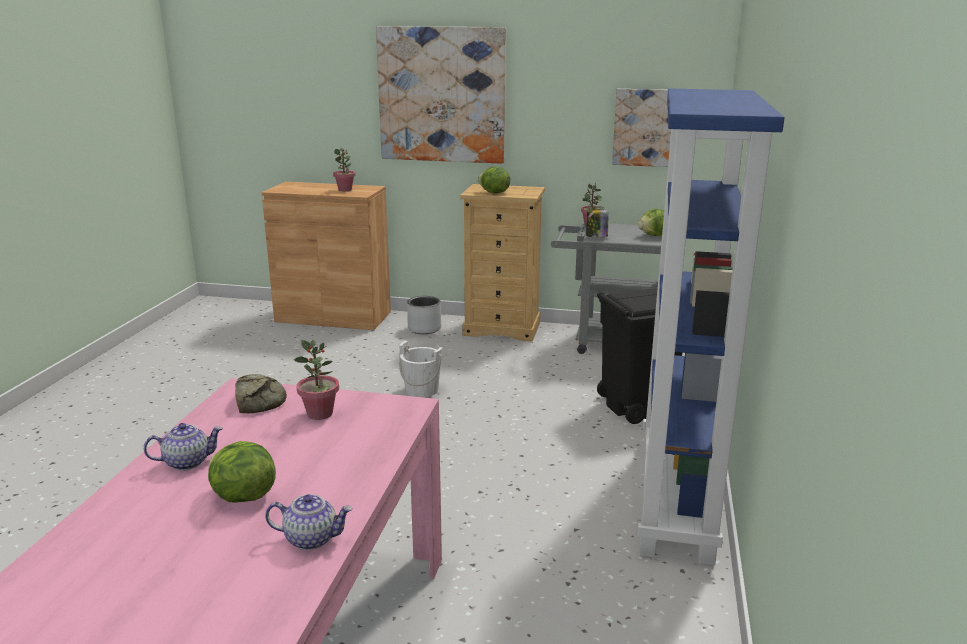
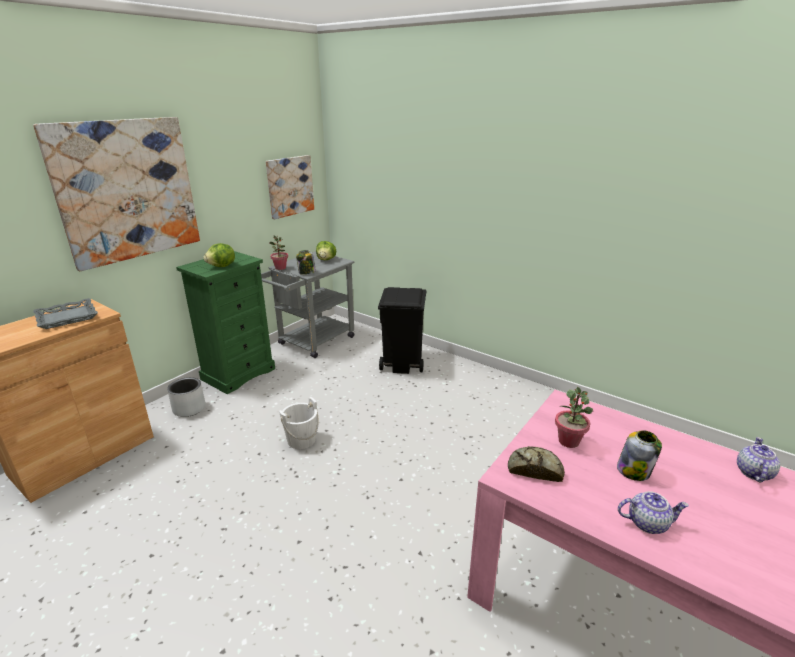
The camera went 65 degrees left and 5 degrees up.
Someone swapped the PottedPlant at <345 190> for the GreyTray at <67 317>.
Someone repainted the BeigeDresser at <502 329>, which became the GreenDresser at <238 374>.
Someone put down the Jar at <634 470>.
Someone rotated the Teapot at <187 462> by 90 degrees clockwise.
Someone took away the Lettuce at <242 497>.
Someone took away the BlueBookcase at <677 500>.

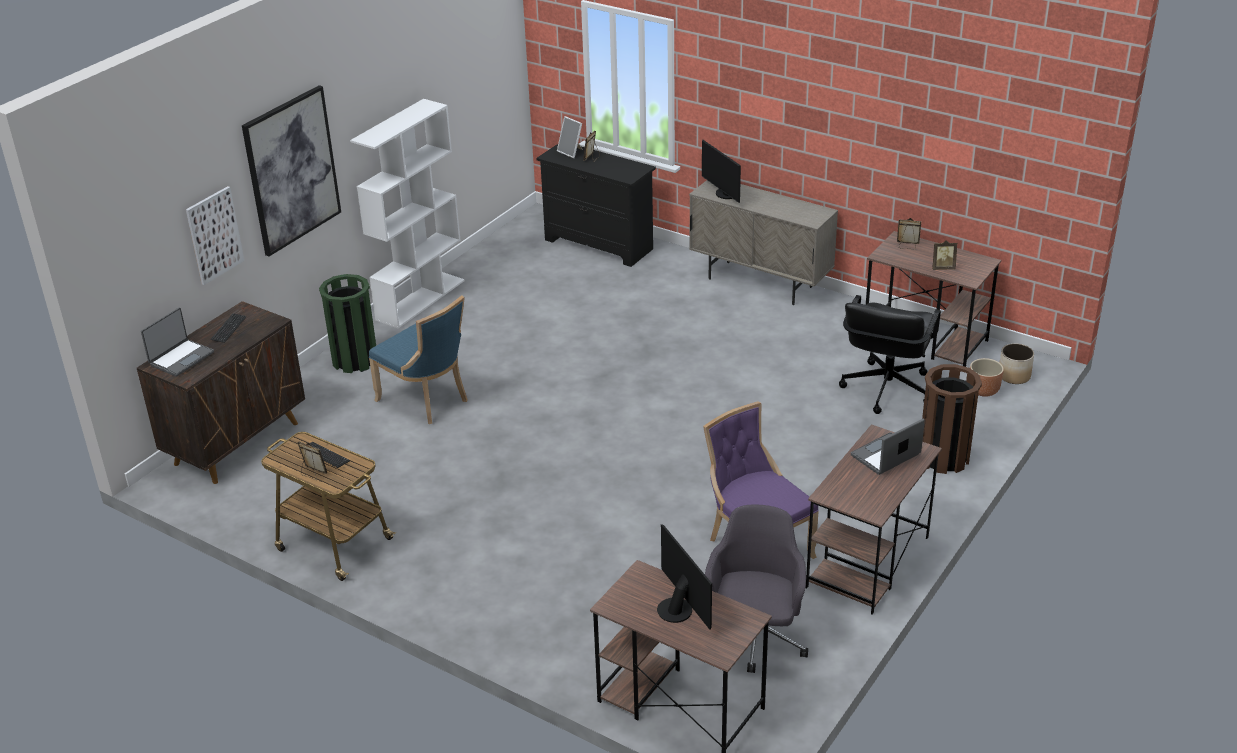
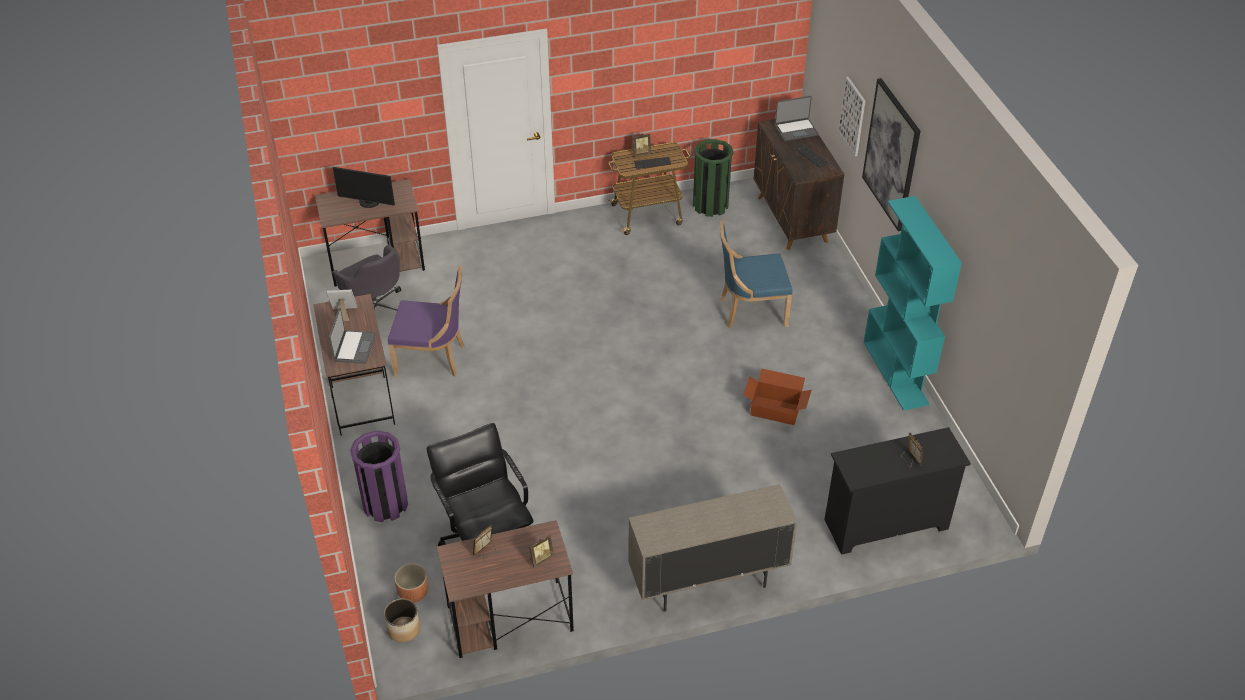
The camera went 130 degrees right and 10 degrees up.
Someone carried the PictureFrame from <571 152> to <344 313>.
Someone repainted the BrownTrashCan at <943 458>, which became the PurpleTrashCan at <385 504>.
Someone carried the GreenTrashCan from <355 360> to <710 205>.
Someone put down the CardboardBox at <775 411>.
Someone rotated the Laptop at <181 358> by 90 degrees counterclockwise.
Someone repainted the WhiteBookcase at <420 299>, which became the TurquoiseBookcase at <896 373>.
Someone took away the Monitor at <725 194>.

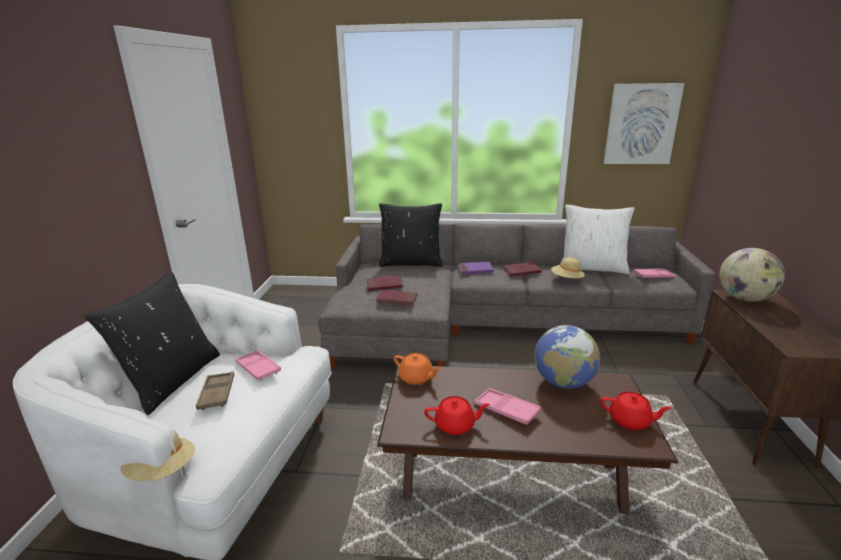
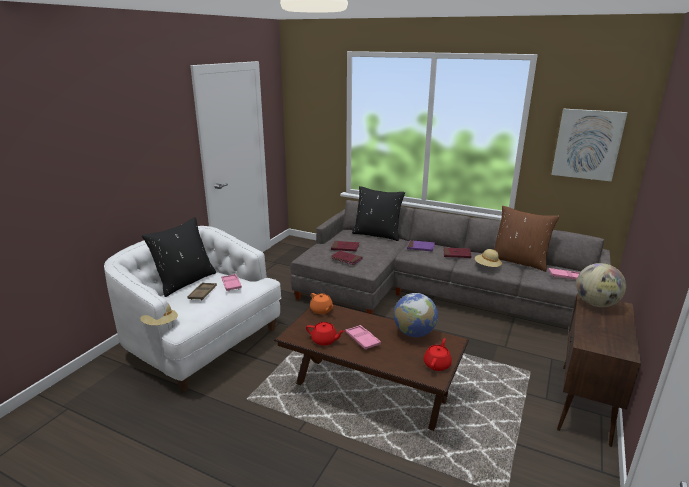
The camera went 20 degrees right and 0 degrees up.
Someone rotated the RedTeapot at <630 421> by 105 degrees counterclockwise.
Someone repainted the WhitePillow at <592 268>, which became the BrownPillow at <519 261>.

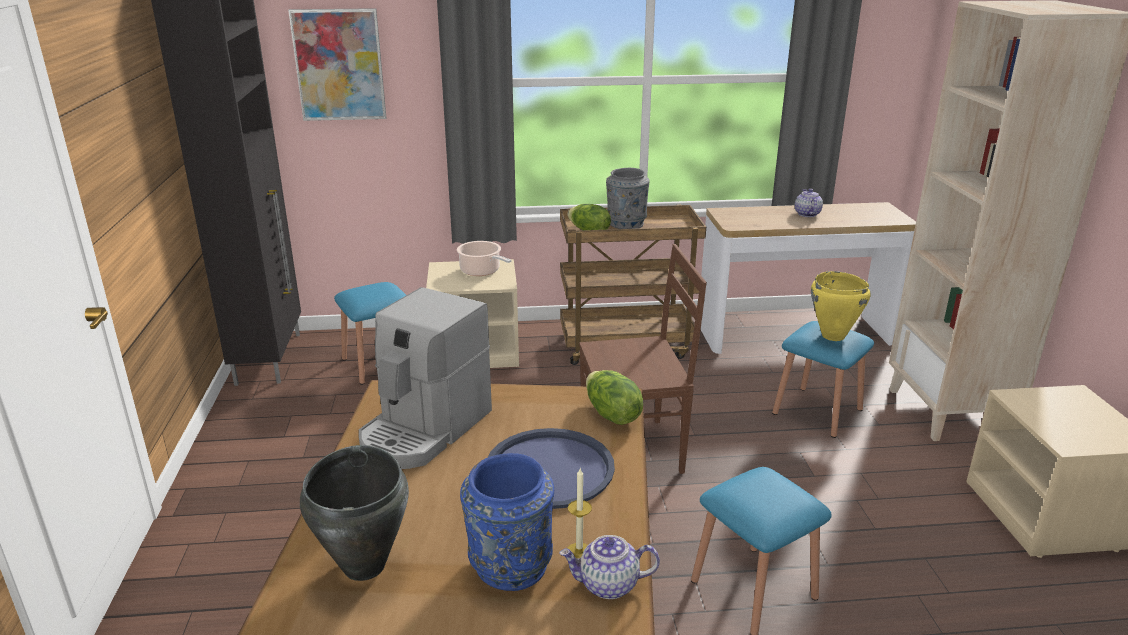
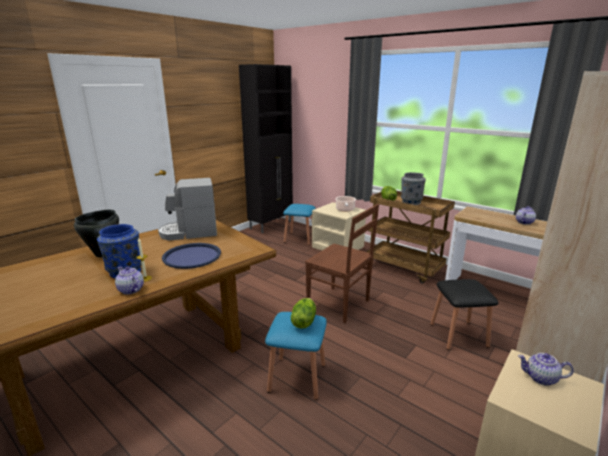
The camera went 45 degrees right and 5 degrees down.
Someone carried the Lettuce from <611 414> to <303 322>.
Someone repainted the BlueStool at <817 411>, which became the BlackStool at <458 335>.
Someone put down the Teapot at <540 378>.
Someone took away the Picture at <339 65>.
Someone took away the YellowCookingPot at <833 336>.

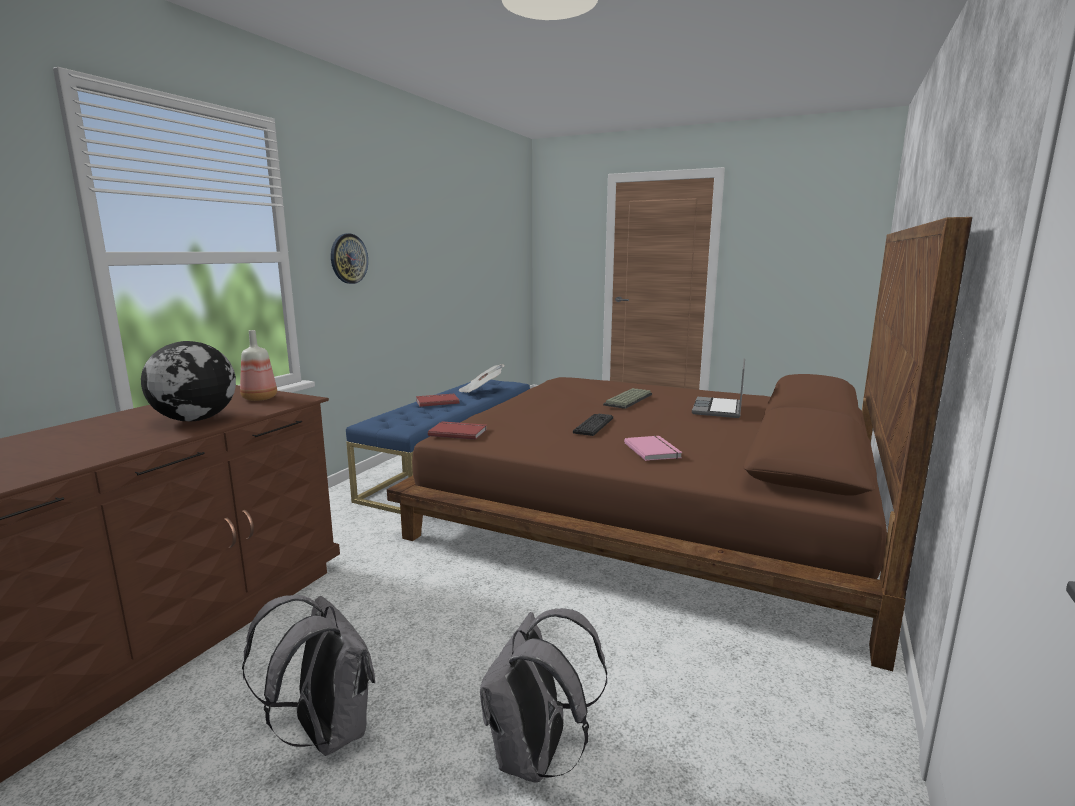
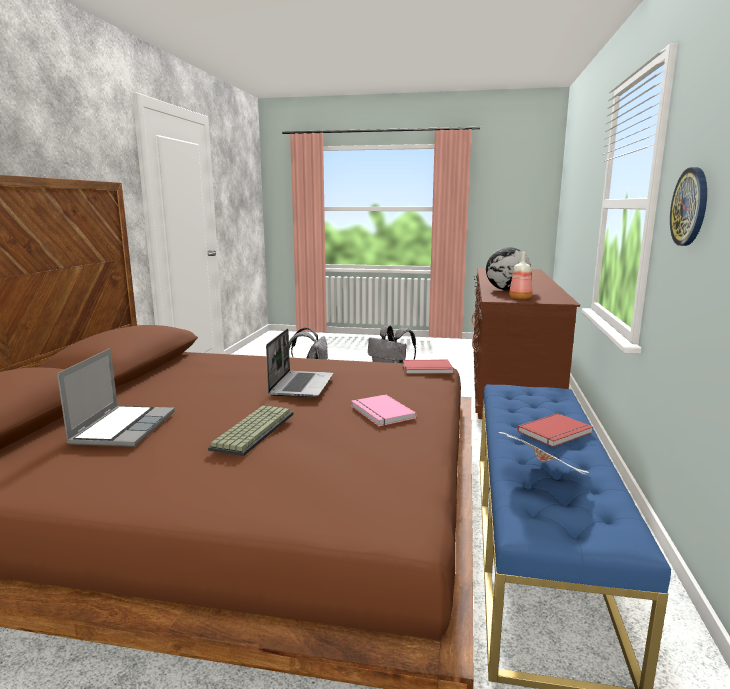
The camera went 165 degrees right and 0 degrees up.
Someone swapped the Keyboard at <593 425> for the Laptop at <301 385>.
Someone carried the PinkBook from <653 450> to <381 413>.

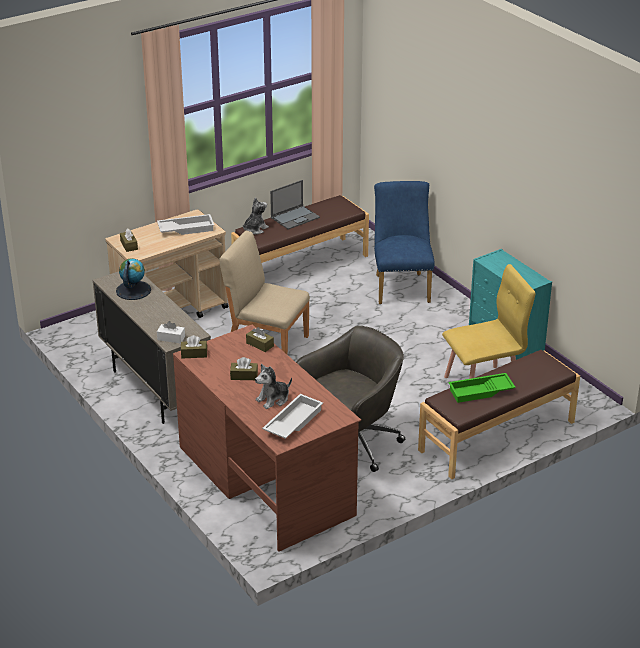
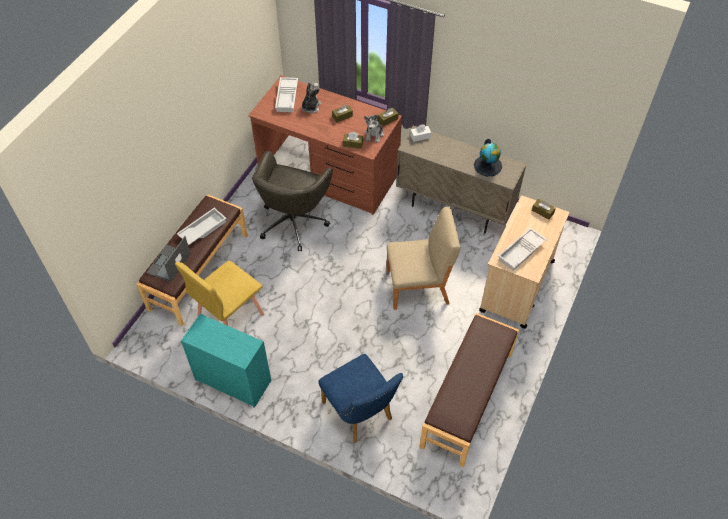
The camera went 150 degrees right and 20 degrees up.
Someone carried the Laptop from <295 217> to <168 264>.
Someone repainted the GreenTray at <481 392>, which became the WhiteTray at <202 229>.
Someone carried the PlushToy from <255 229> to <374 134>.

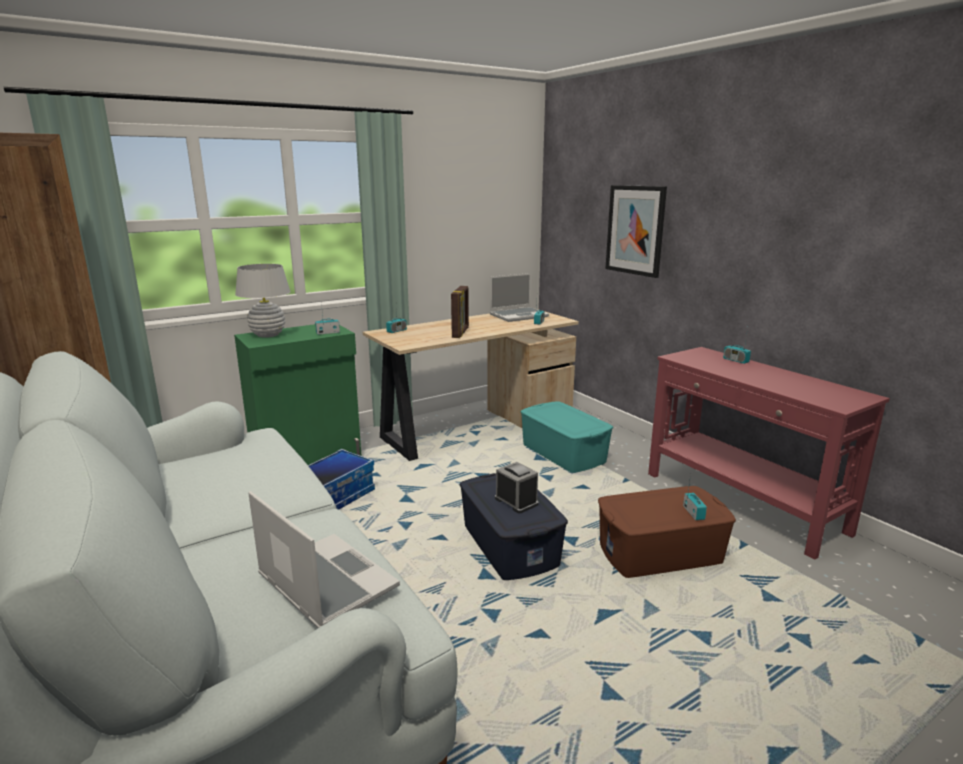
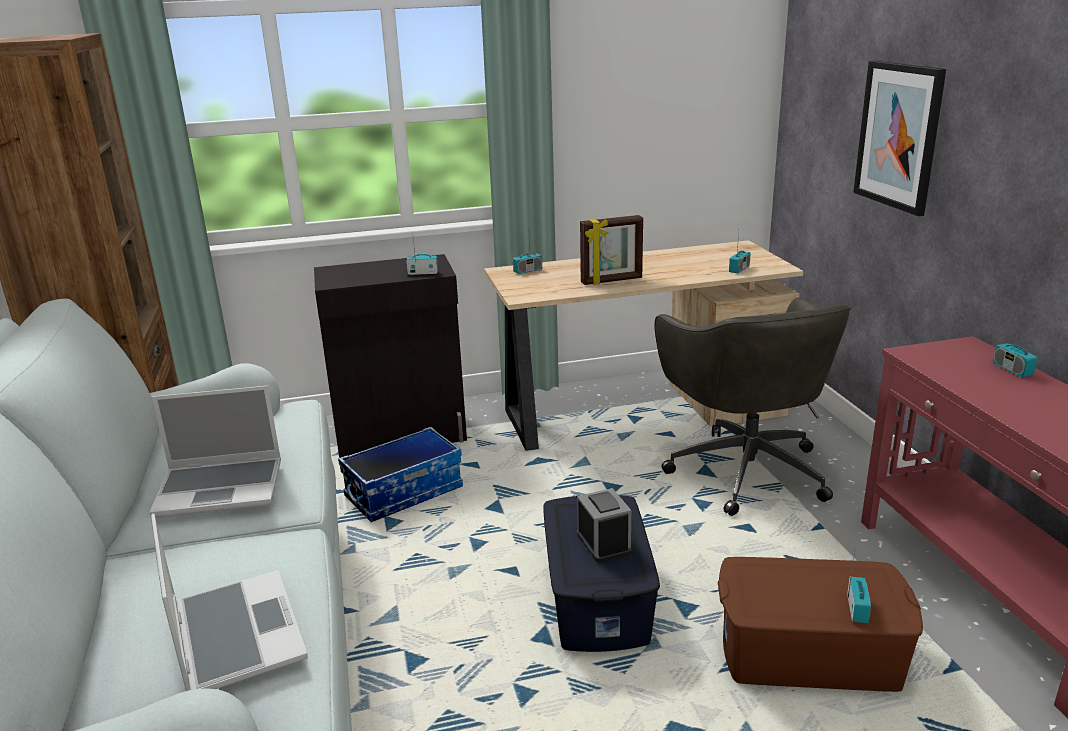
The camera went 20 degrees right and 5 degrees up.
Someone carried the Laptop from <519 315> to <222 488>.
Someone repainted the GreenCabinet at <308 463>, which became the BlackCabinet at <402 436>.
Someone rotated the PictureFrame at <461 333> by 45 degrees clockwise.
Someone swapped the TurquoiseStorageBox at <563 453> for the GreyOfficeChair at <745 469>.
Someone took away the WhiteTableLamp at <268 335>.

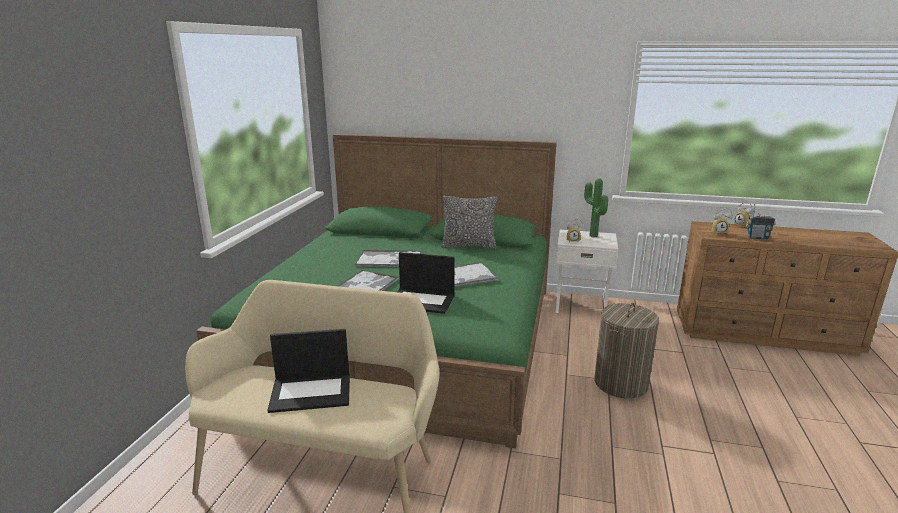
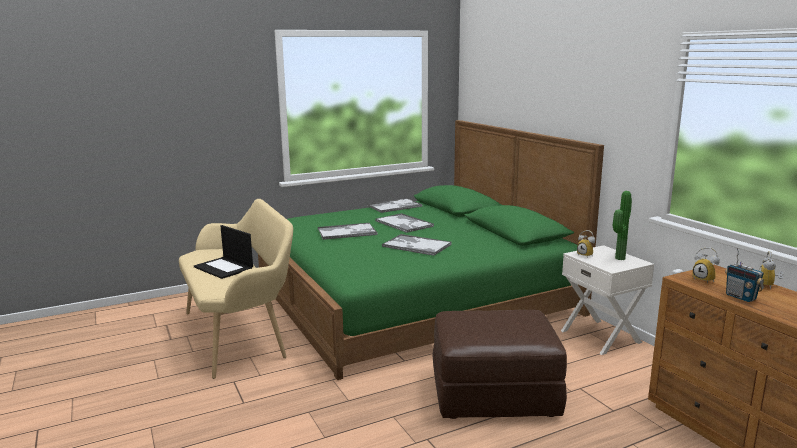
The camera went 50 degrees right and 5 degrees down.
Someone put down the Tray at <395 206>.
Someone swapped the LaundryBasket at <620 383> for the BrownOttoman at <493 394>.
Someone took away the Laptop at <422 301>.
Someone took away the Pillow at <469 246>.

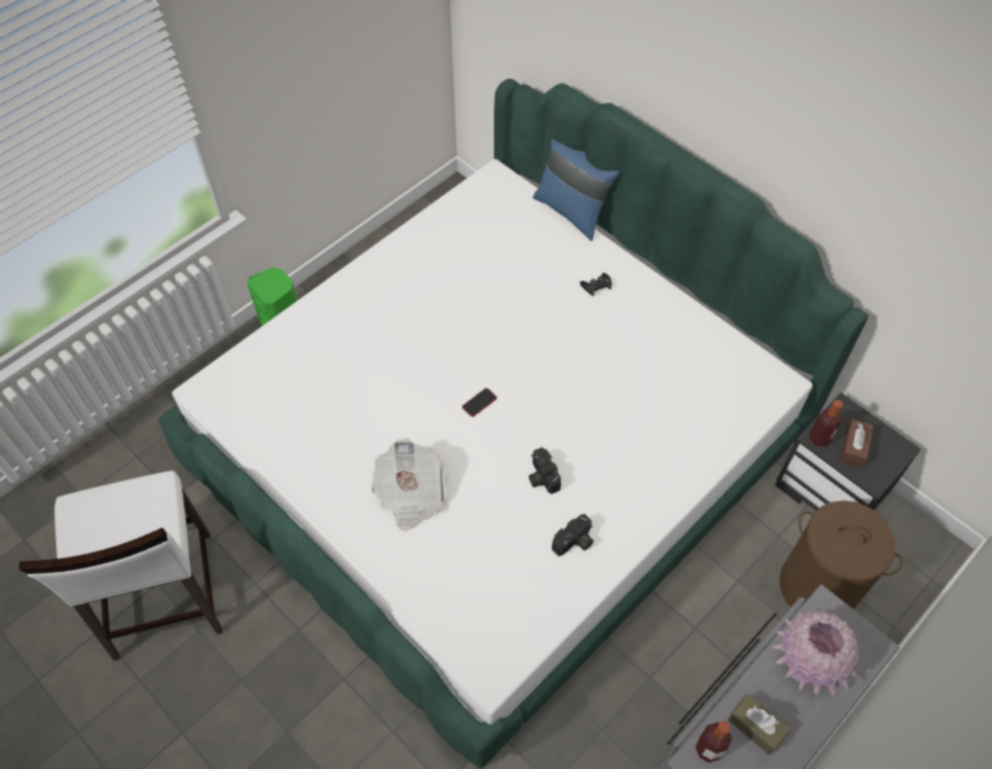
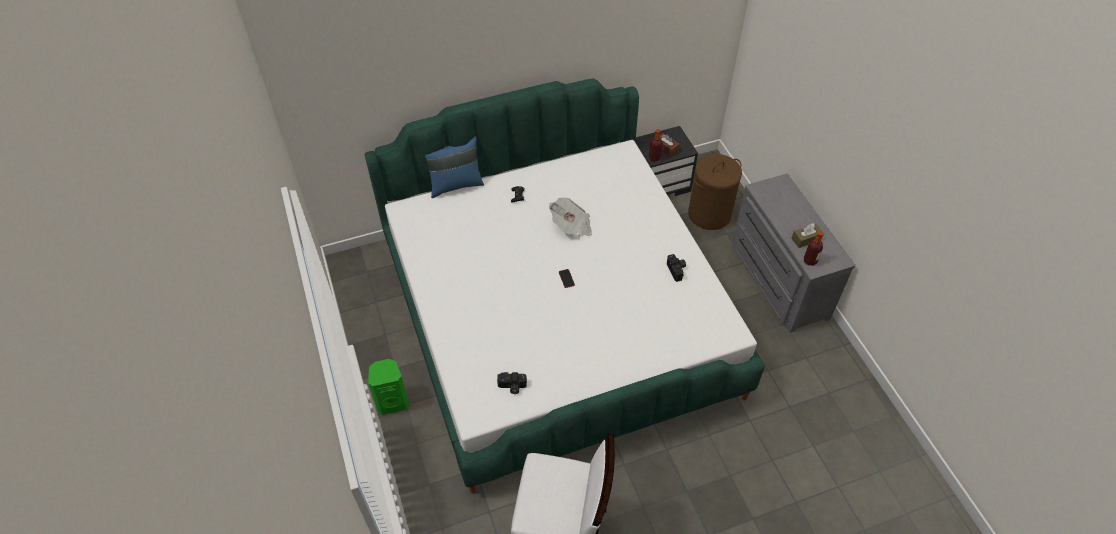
The camera went 65 degrees left and 5 degrees down.
Someone carried the PhotoCamera from <541 476> to <512 387>.
Someone carried the Newspaper from <410 495> to <571 226>.
Someone took away the PinkVase at <807 664>.

